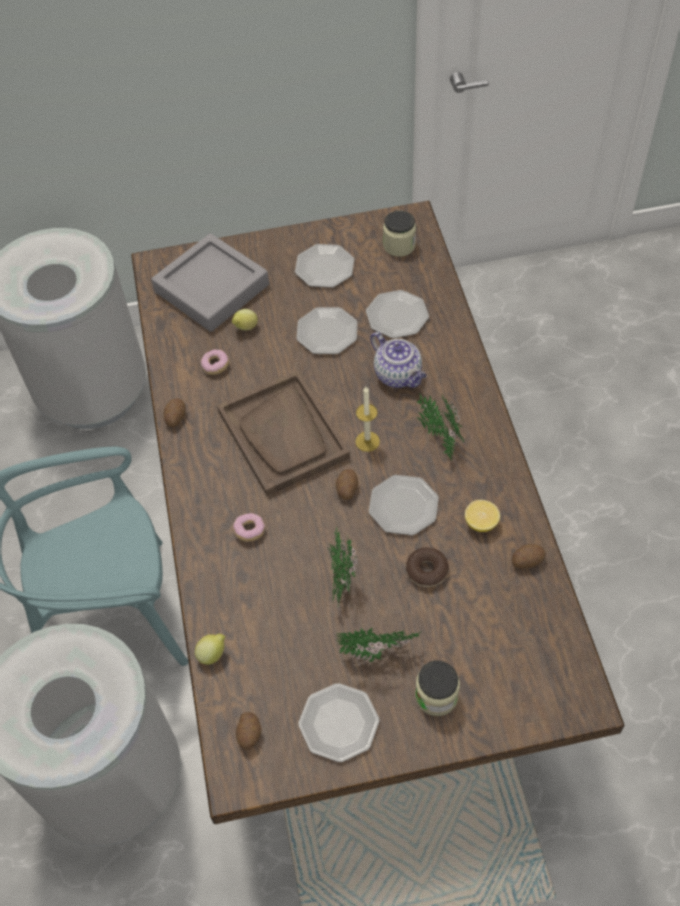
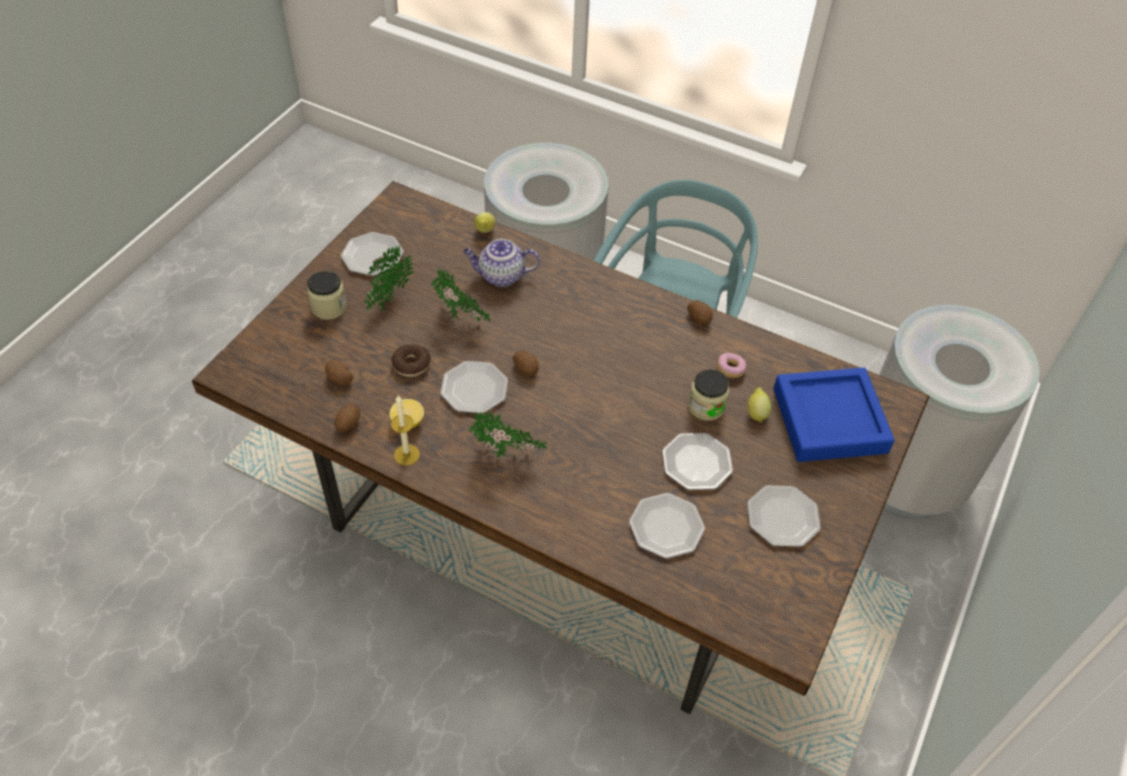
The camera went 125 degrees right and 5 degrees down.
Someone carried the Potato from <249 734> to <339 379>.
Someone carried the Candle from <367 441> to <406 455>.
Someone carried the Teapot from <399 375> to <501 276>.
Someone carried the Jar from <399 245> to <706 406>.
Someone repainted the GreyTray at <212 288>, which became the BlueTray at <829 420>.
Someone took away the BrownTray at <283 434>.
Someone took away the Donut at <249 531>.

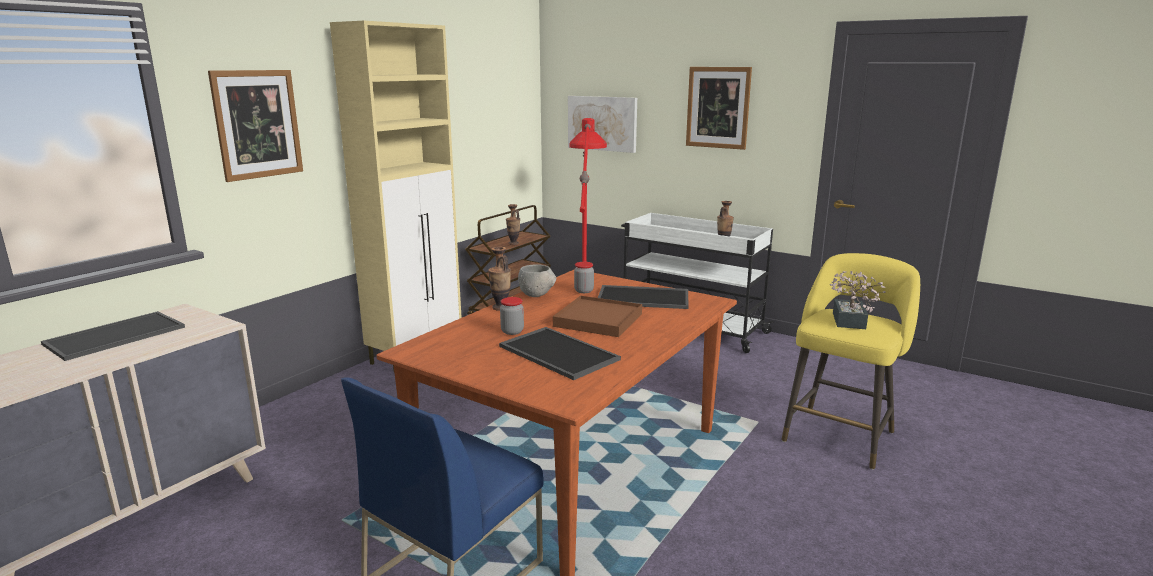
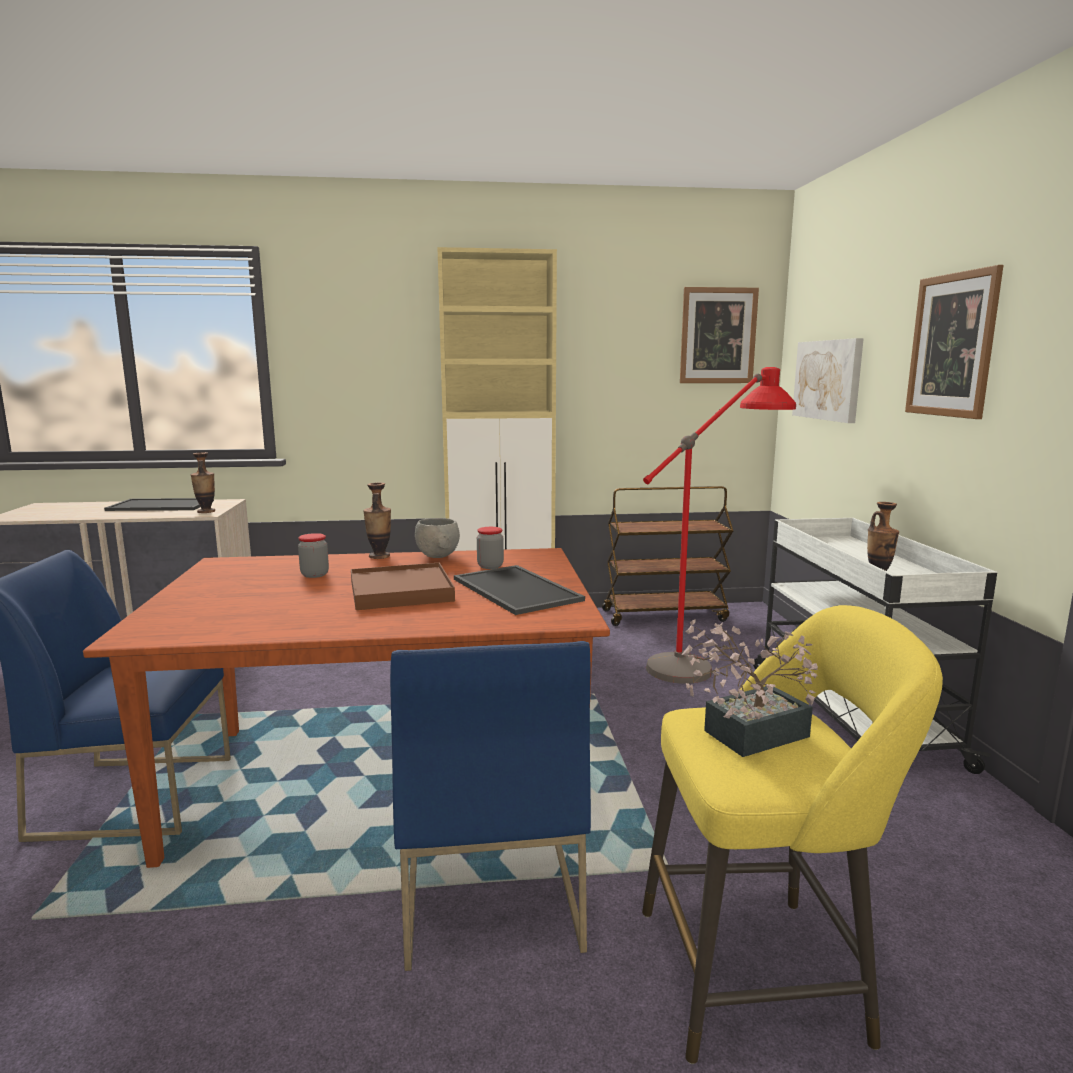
The camera went 50 degrees right and 5 degrees down.
Someone carried the Vase from <513 243> to <206 511>.
Someone put down the BlueChair at <488 891>.
Someone carried the Picture from <257 124> to <718 336>.
Someone took away the Tray at <556 353>.

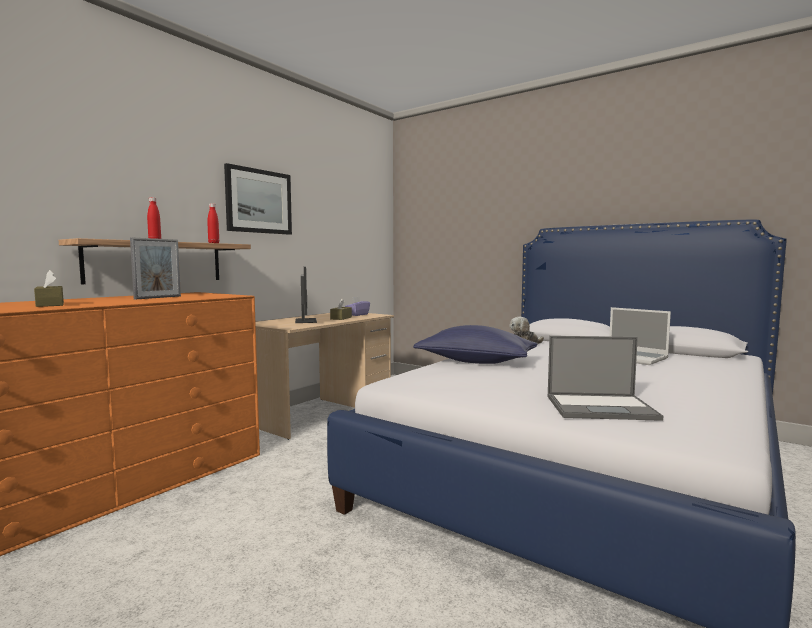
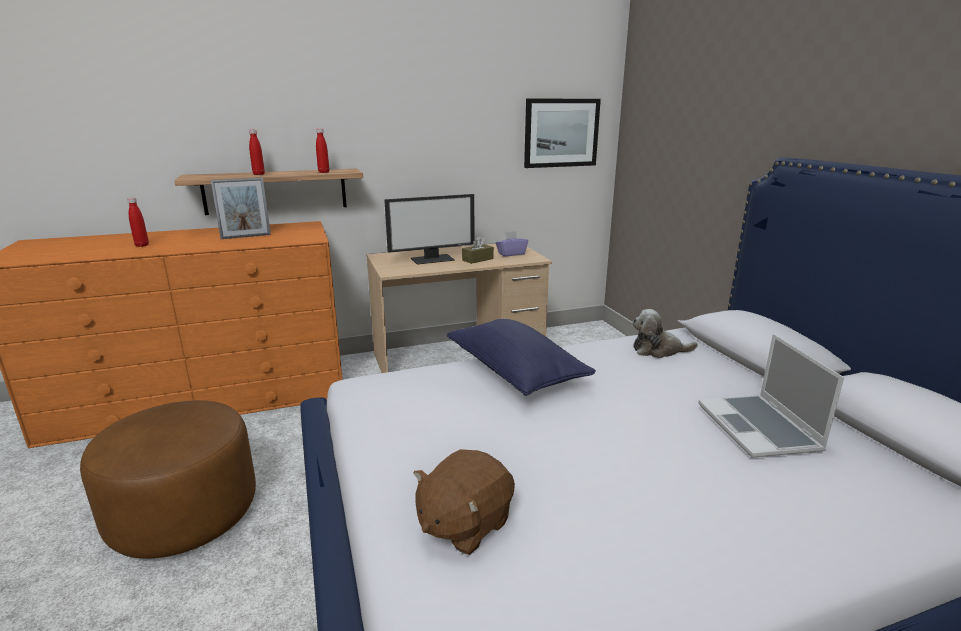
The camera went 35 degrees right and 15 degrees up.
Someone put down the BrownOttoman at <185 514>.
Someone swapped the BrownTissueBox at <50 304> for the RedBottle at <142 245>.
Someone rotated the Monitor at <305 320> by 45 degrees clockwise.
Someone swapped the Laptop at <601 407> for the BrownPlushToy at <464 524>.
Someone carried the Picture from <259 201> to <561 133>.

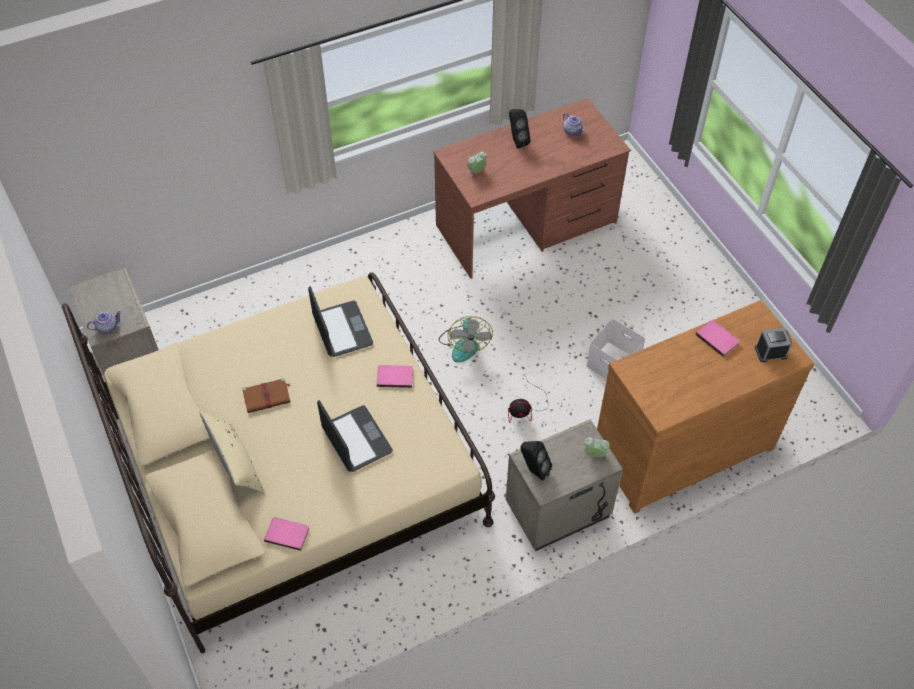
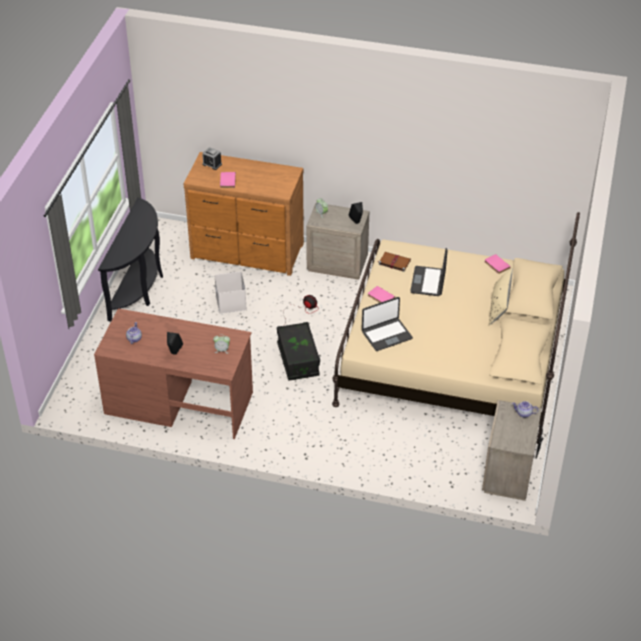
The camera went 140 degrees left and 10 degrees down.
Someone put down the BlackConsoleTable at <139 288>.
Someone swapped the Fan at <464 344> for the BlackStorageBox at <298 360>.
Someone rotated the Laptop at <341 330> by 135 degrees counterclockwise.
Someone carried the BrownBook from <267 396> to <394 262>.

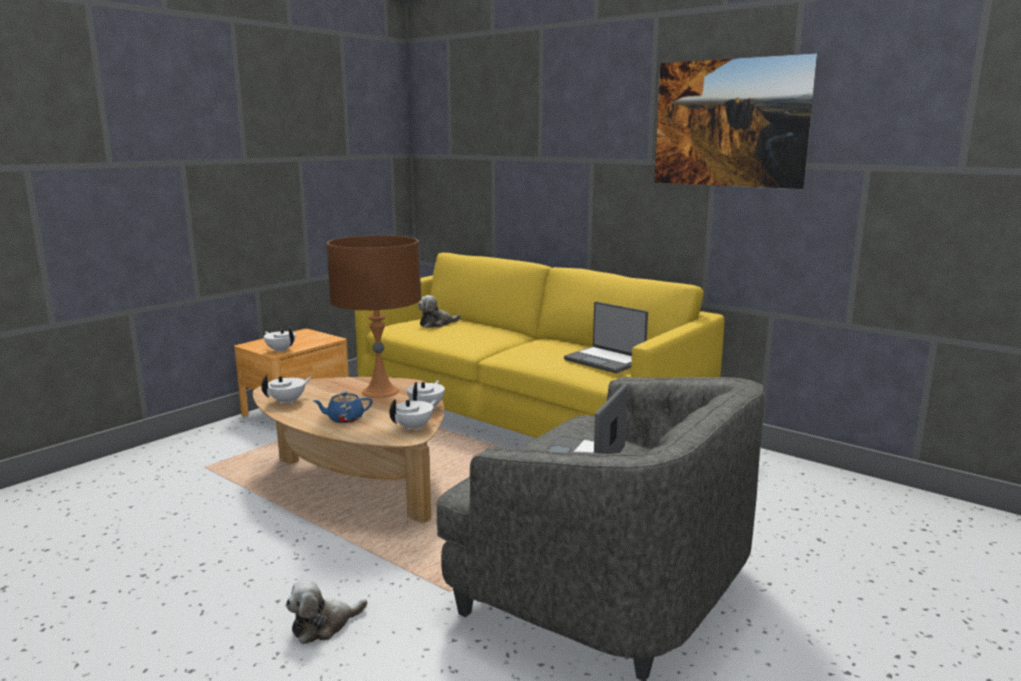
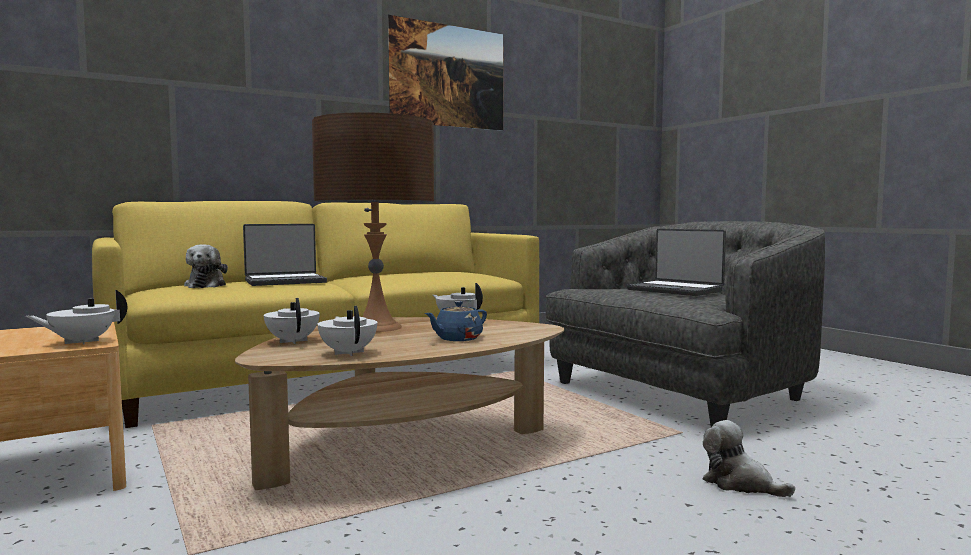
The camera went 70 degrees left and 10 degrees down.
Someone carried the Laptop from <605 361> to <285 281>.
Someone carried the WhiteTeapot from <414 427> to <293 341>.
Someone rotated the BlueTeapot at <344 419> by 45 degrees clockwise.
Someone rotated the PlushToy at <324 625> by 150 degrees clockwise.

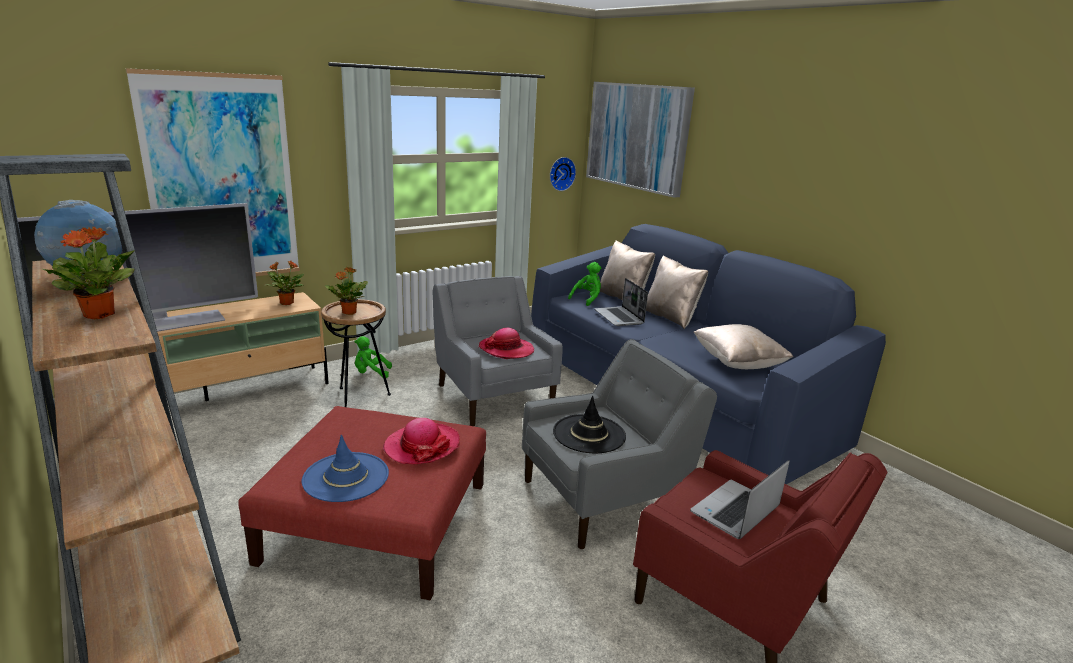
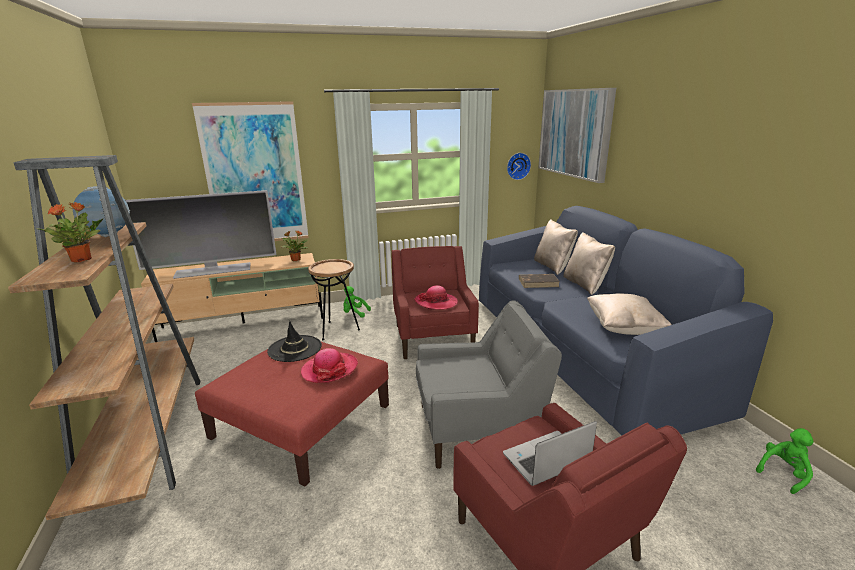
The camera went 20 degrees right and 0 degrees up.
Someone carried the BlackHat from <589 434> to <295 348>.
Someone repainted the GreyArmchair at <494 396>, which became the RedArmchair at <433 338>.
Someone swapped the Laptop at <619 317> for the BrownBook at <538 282>.
Someone carried the GreenPlushToy from <587 299> to <784 473>.
Someone took away the BlueHat at <346 477>.
Someone took away the PottedPlant at <348 312>.

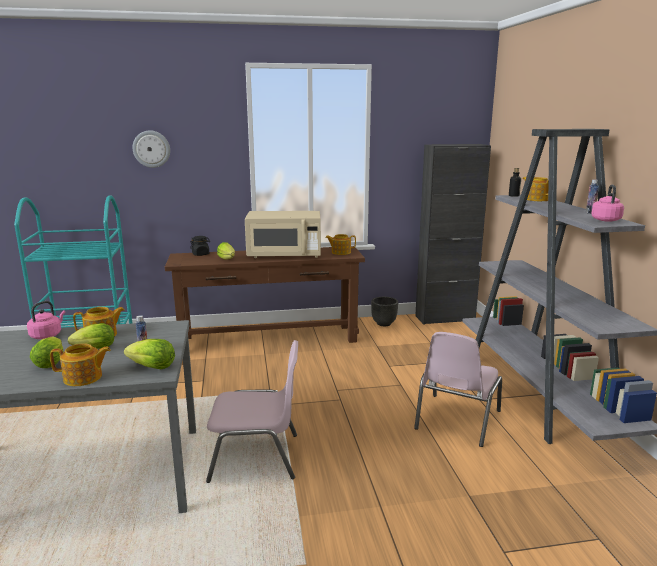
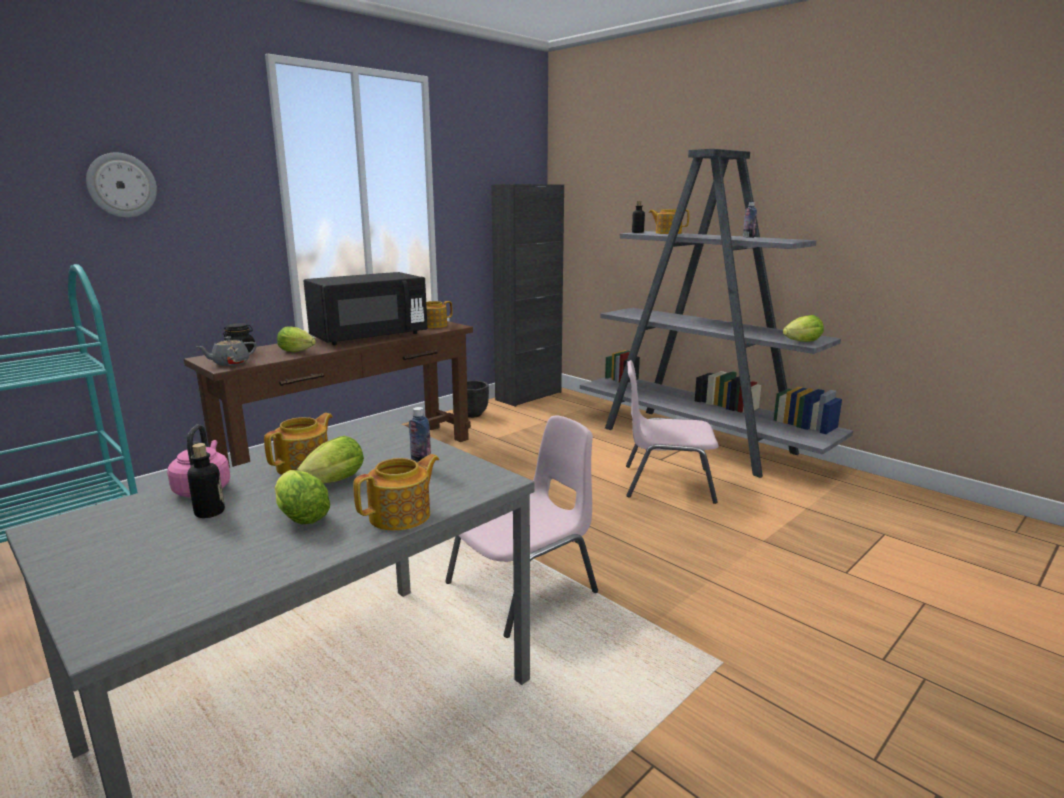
The camera went 35 degrees left and 0 degrees up.
Someone put down the Bottle at <209 512>.
Someone put down the GreyTeapot at <230 363>.
Someone repainted the BeigeMicrowave at <284 255>, which became the BlackMicrowave at <369 337>.
Someone rotated the PinkChair at <456 420> by 105 degrees clockwise.
Someone carried the Lettuce from <152 367> to <802 342>.
Someone took away the PinkKettle at <605 219>.

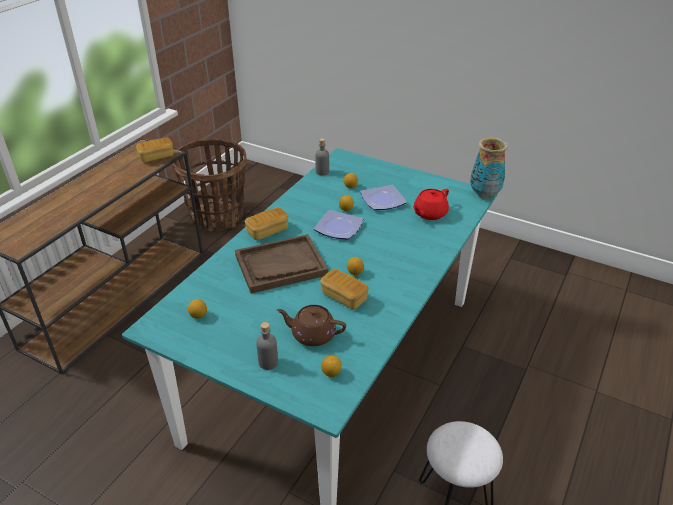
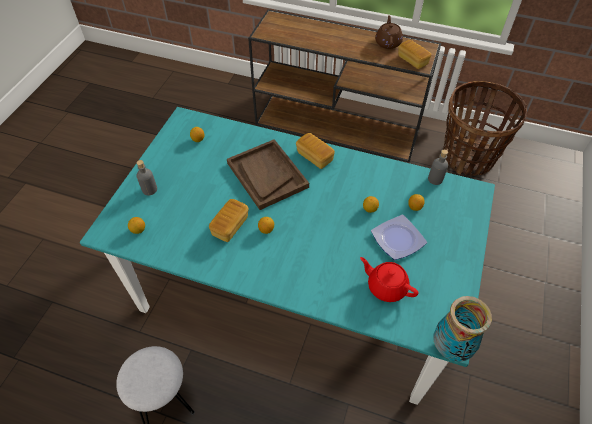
The camera went 80 degrees right and 15 degrees up.
Someone carried the BrownTeapot from <312 335> to <388 42>.
Someone took away the Plate at <338 227>.

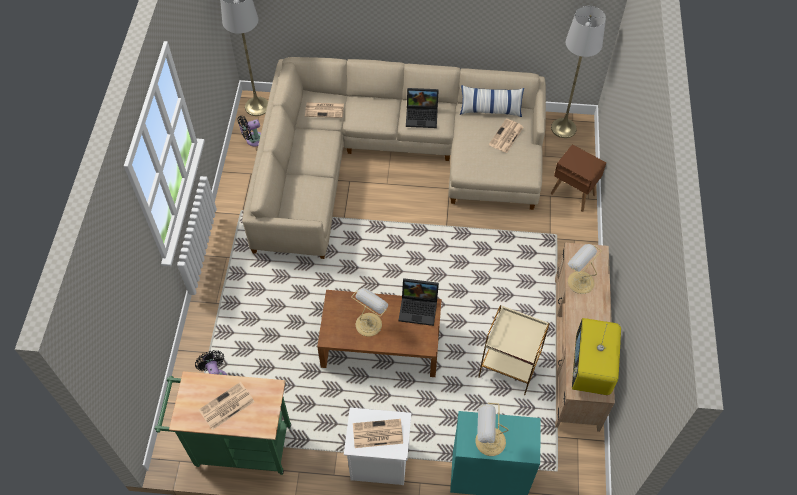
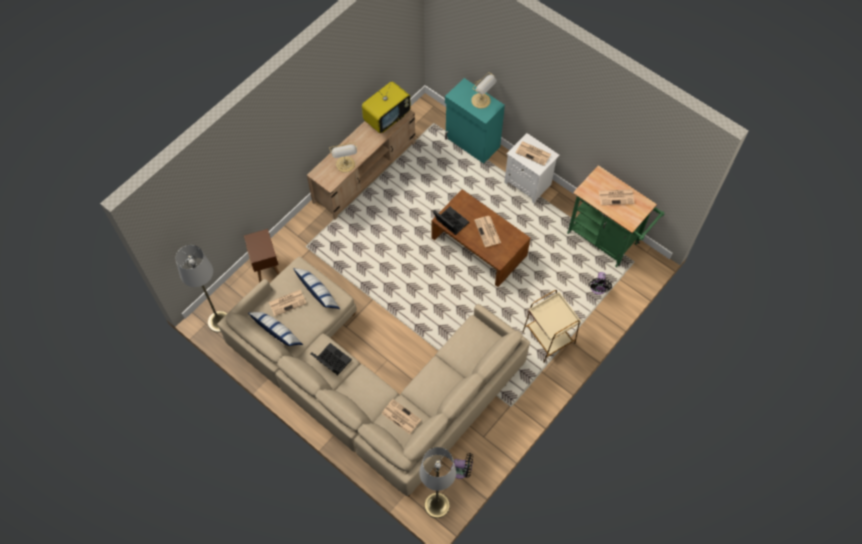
The camera went 145 degrees left and 5 degrees up.
Someone put down the Pillow at <318 293>.
Someone swapped the TableLamp at <369 323> for the Newspaper at <488 232>.
Someone carried the BeigeSideTable from <510 366> to <548 338>.

